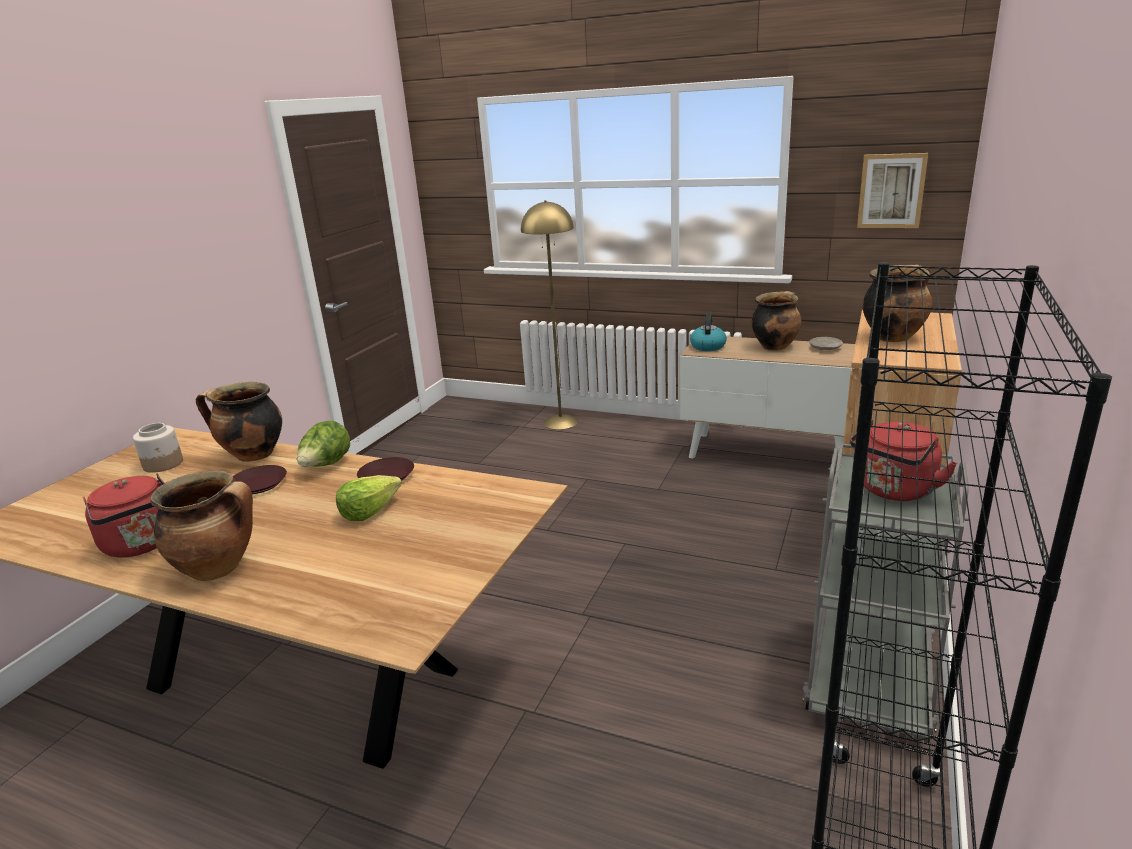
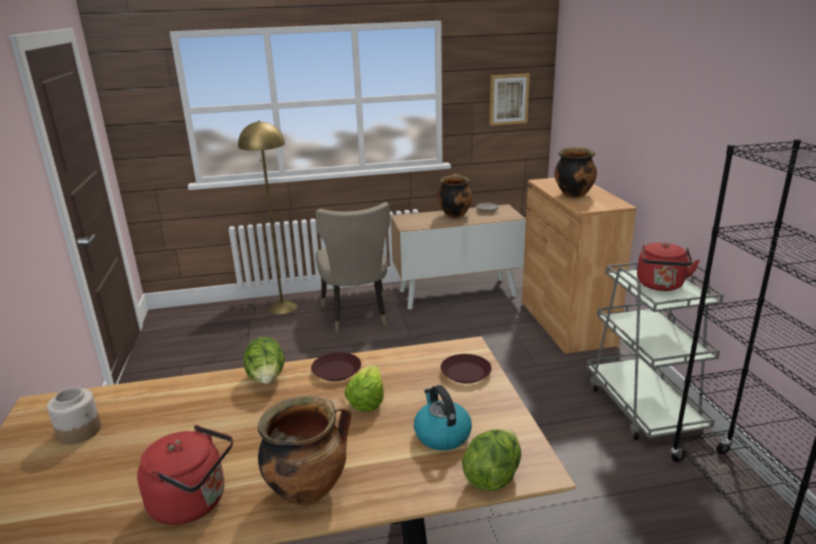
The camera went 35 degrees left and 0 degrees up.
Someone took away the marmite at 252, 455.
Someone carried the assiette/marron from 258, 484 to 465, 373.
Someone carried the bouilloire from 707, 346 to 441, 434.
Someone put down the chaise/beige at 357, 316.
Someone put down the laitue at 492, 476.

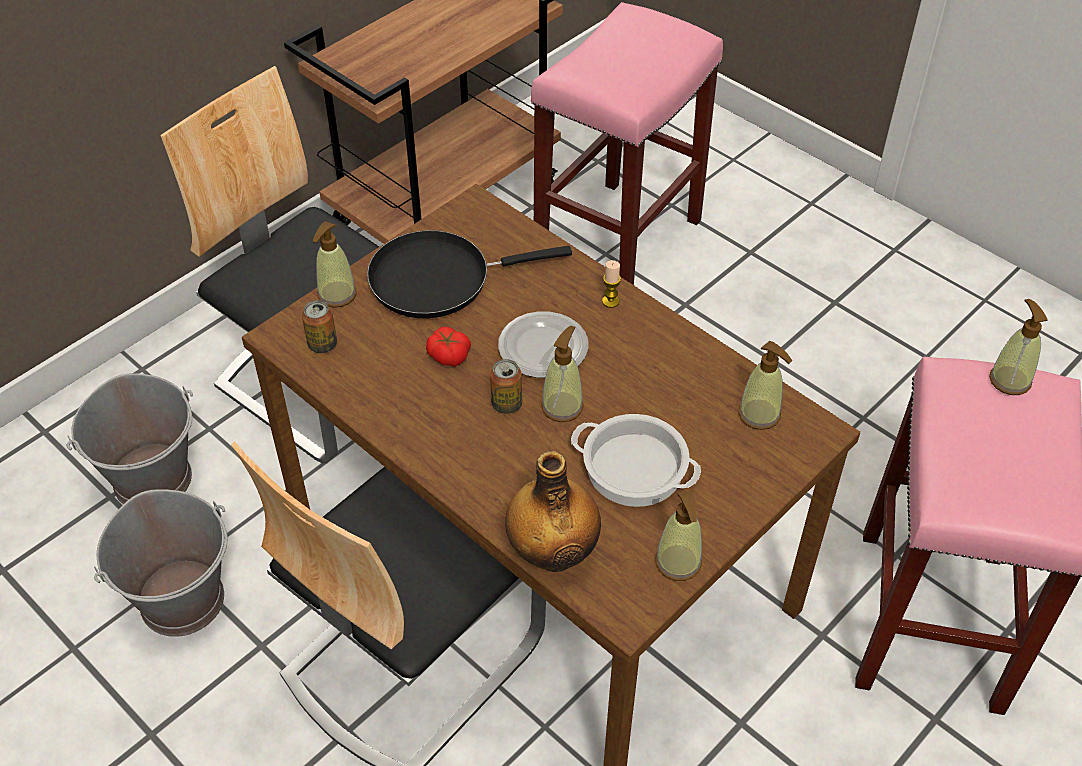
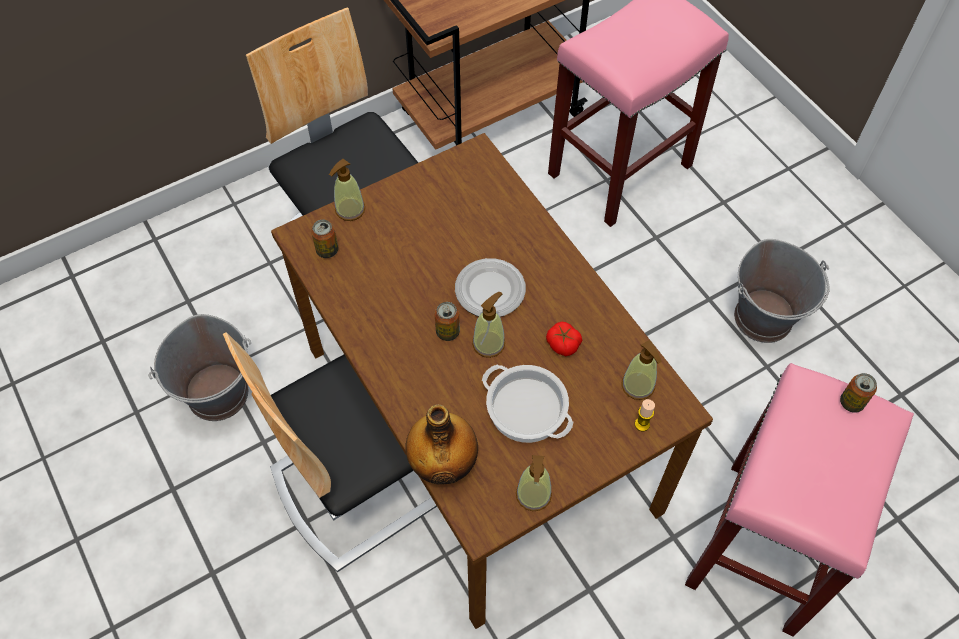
The camera went 15 degrees right and 10 degrees up.
Someone carried the seau/gris from 154, 479 to 764, 318.
Someone took away the poêle/noir at 438, 279.
Someone carried the tomate from 448, 355 to 563, 344.
Someone carried the bougie from 610, 301 to 642, 424.
Someone swapped the distributeur de savon at 1009, 380 for the boîte métallique at 851, 402.

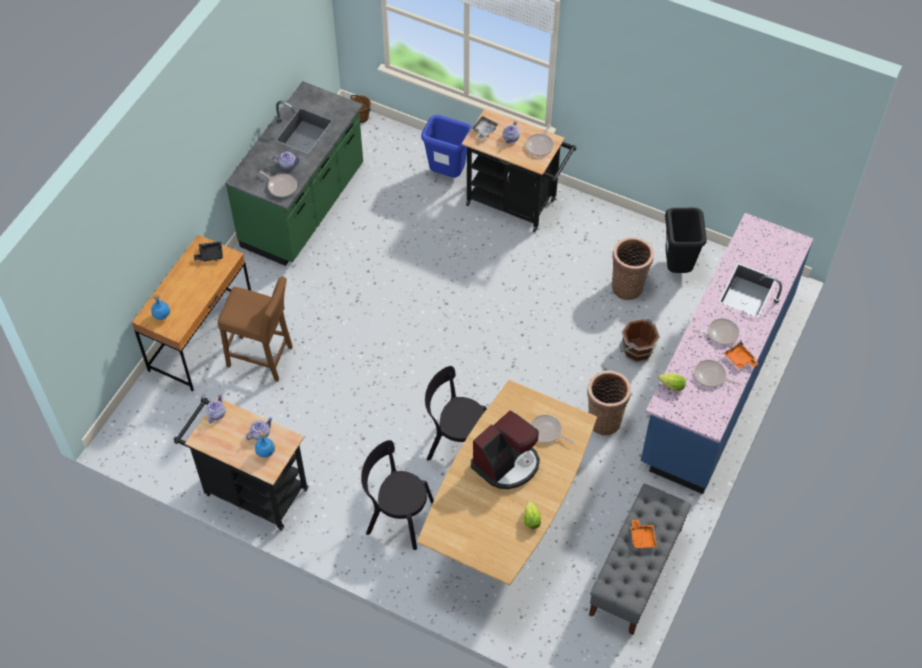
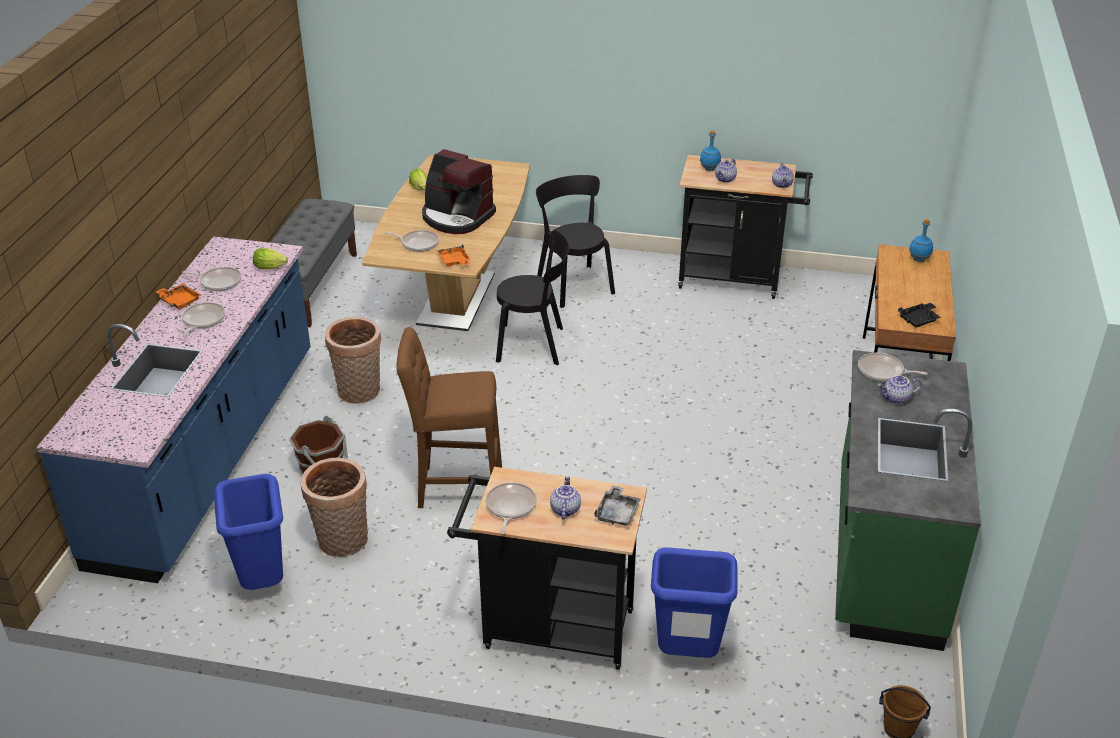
The camera went 165 degrees right and 20 degrees down.
Someone carried the tabouret/marron from 263, 358 to 455, 487.
Someone rotated the chaise/noir at 397, 517 by 120 degrees counterclockwise.
Someone rotated the machine à café at 507, 463 by 90 degrees counterclockwise.
Someone carried the plateau/orange from 642, 538 to 454, 261.
Someone repainted the poubelle/noir at 677, 267, which became the poubelle/bleu at 263, 583.
Someone rotated the poêle at 720, 333 by 120 degrees clockwise.

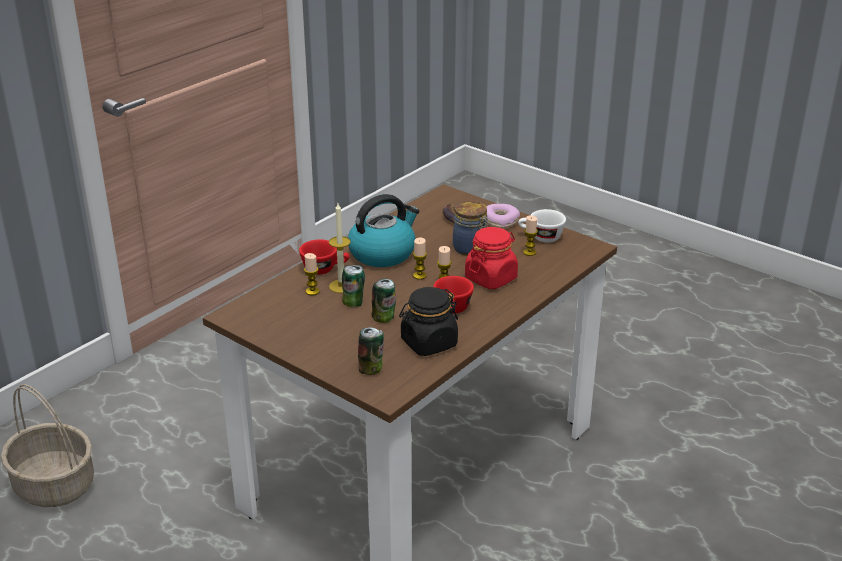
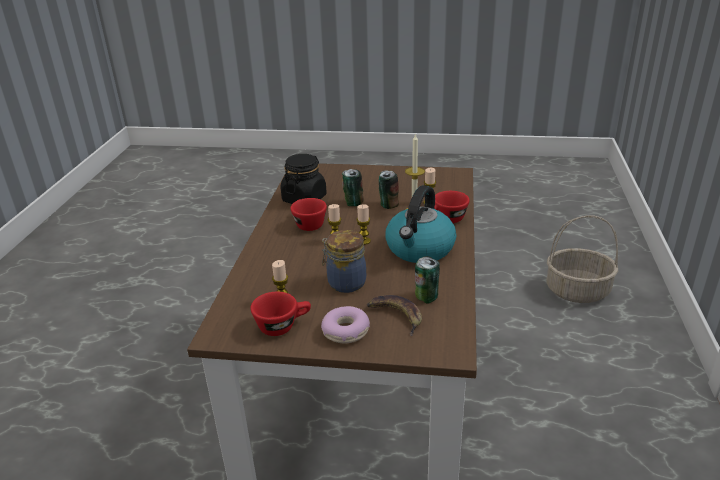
The camera went 150 degrees right and 0 degrees up.
Someone carried the boîte métallique from 371, 369 to 426, 297.
Someone took away the bocal/rouge at 491, 278.
Someone repainted the tasse/blanc at 541, 237, which became the tasse/rouge at 283, 325.

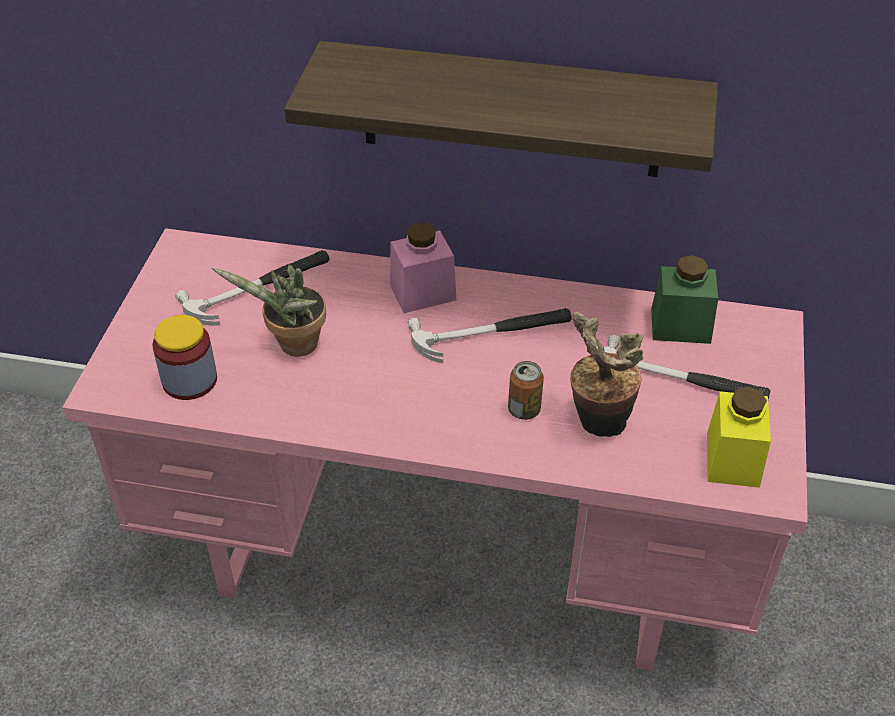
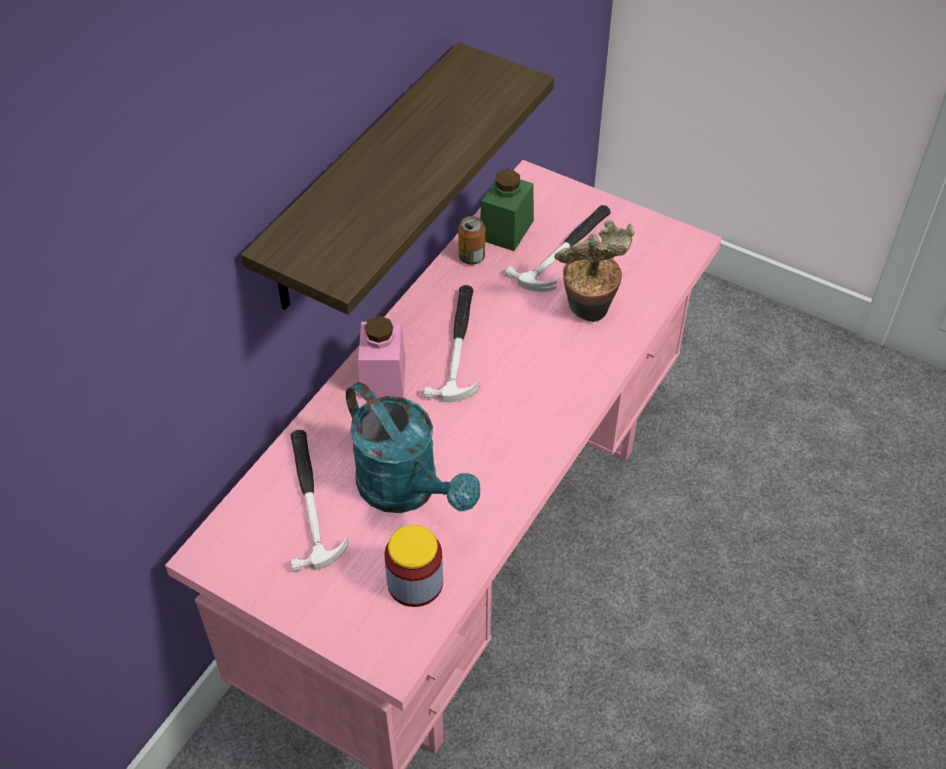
The camera went 70 degrees left and 5 degrees up.
Someone swapped the plante en pot at 293, 346 for the arrosoir/turquoise at 407, 490.
Someone carried the boîte métallique from 524, 410 to 471, 257.
Someone took away the bocal/jaune at 732, 459.

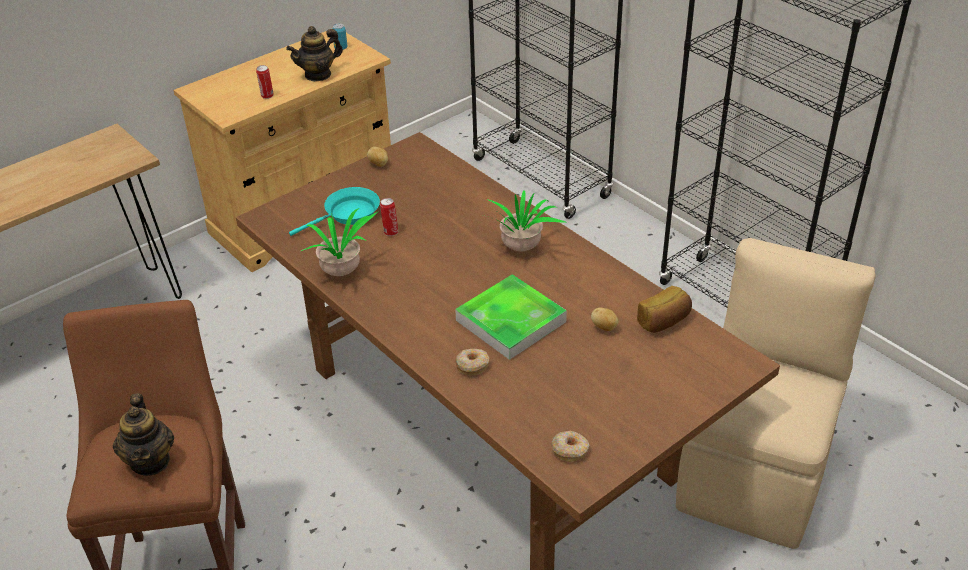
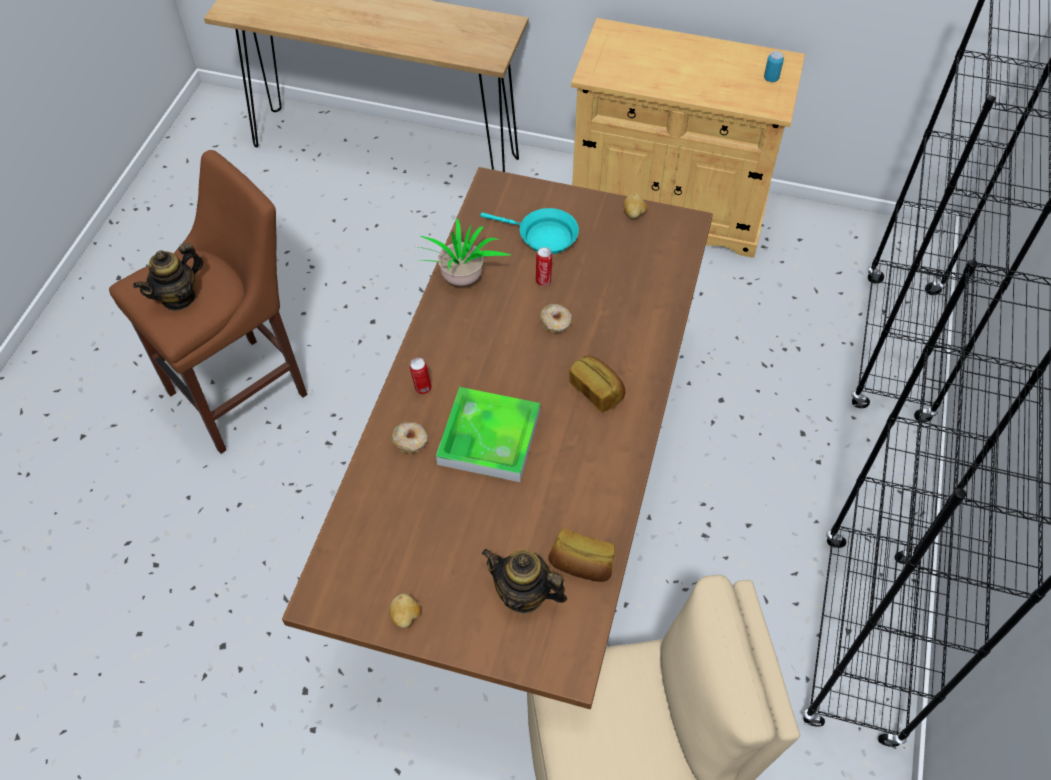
The camera went 55 degrees right and 15 degrees up.
Someone carried the boîte métallique from 267, 96 to 422, 388.
Someone carried the théière from 318, 74 to 523, 594.
Someone swapped the plante en pot at 520, 250 for the pain at 597, 390.
Someone carried the beignet from 570, 450 to 555, 322.
Someone carried the pomme de terre from 604, 327 to 405, 616.

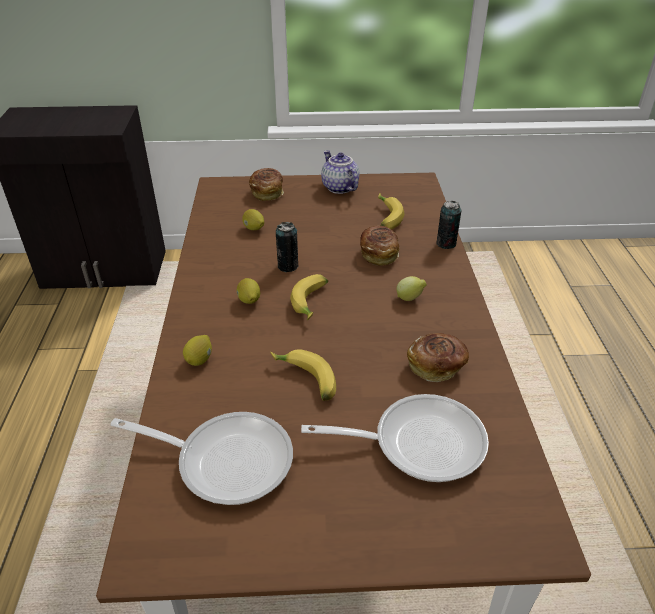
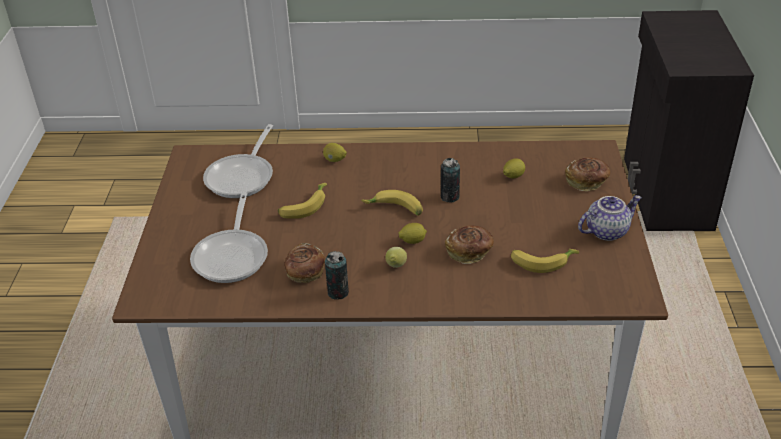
The camera went 95 degrees right and 0 degrees up.
Someone carried the citron from 249, 301 to 412, 241.
Someone carried the boîte métallique from 446, 244 to 338, 292.

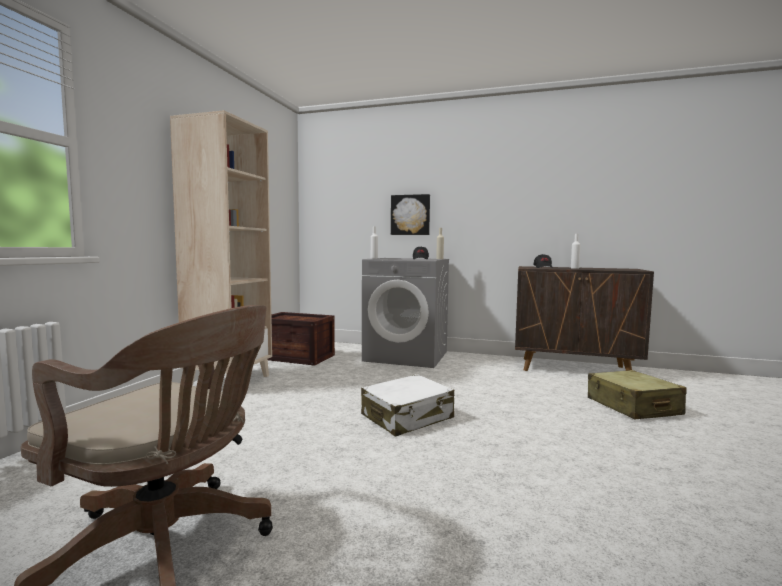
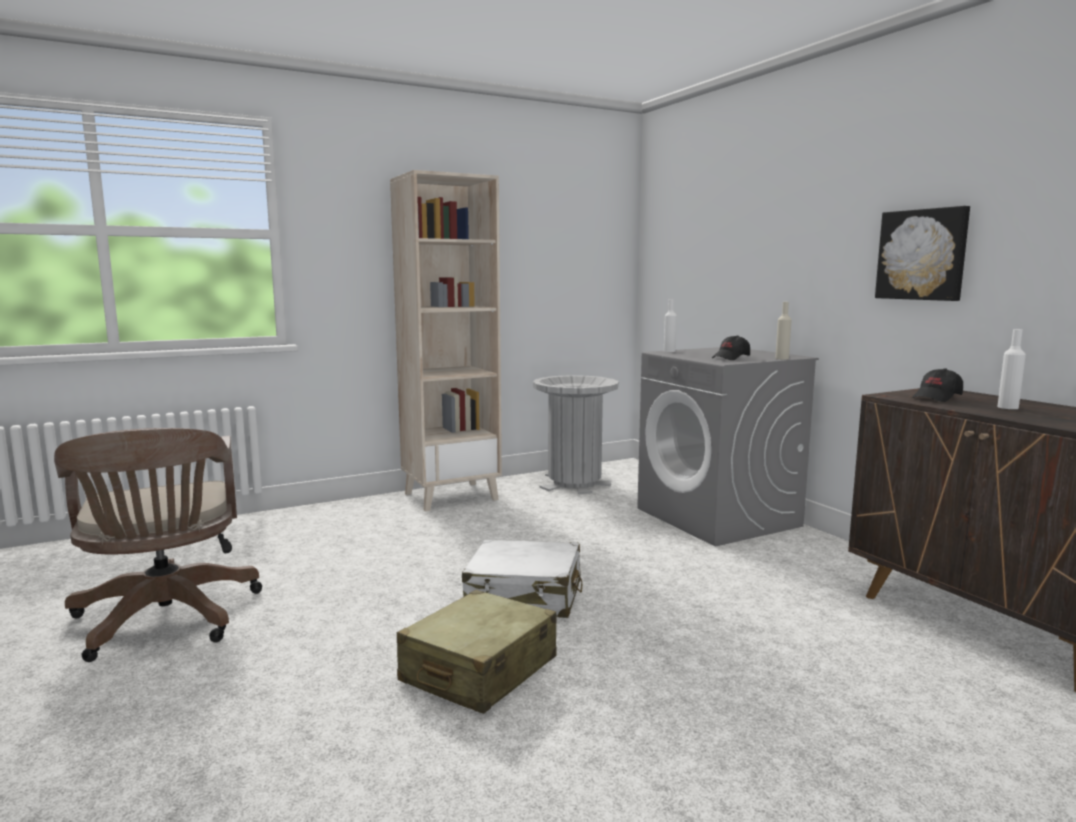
The camera went 45 degrees right and 5 degrees up.
Someone swapped the caisse at 296, 357 for the poubelle/gris at 574, 482.
Someone carried the tableau from 410, 215 to 922, 255.
Someone carried the valise/beige from 633, 407 to 479, 670.

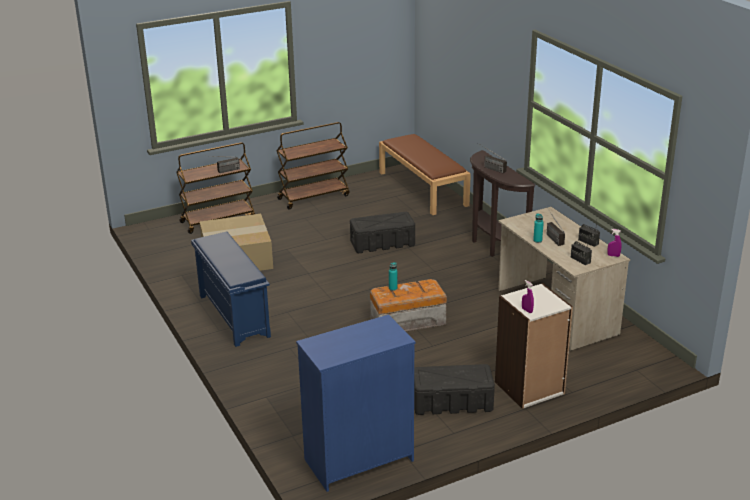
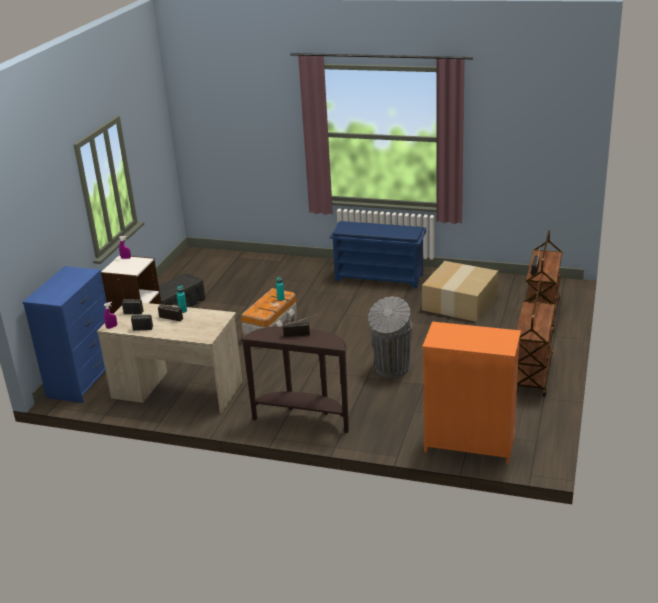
The camera went 135 degrees right and 0 degrees up.
Someone carried the commode/bleu from 358, 459 to 83, 380.
Someone swapped the boîte de rangement/noir at 383, 243 for the poubelle/gris at 391, 369.
Someone swapped the banc/marron at 423, 189 for the commode/orange at 469, 443.

